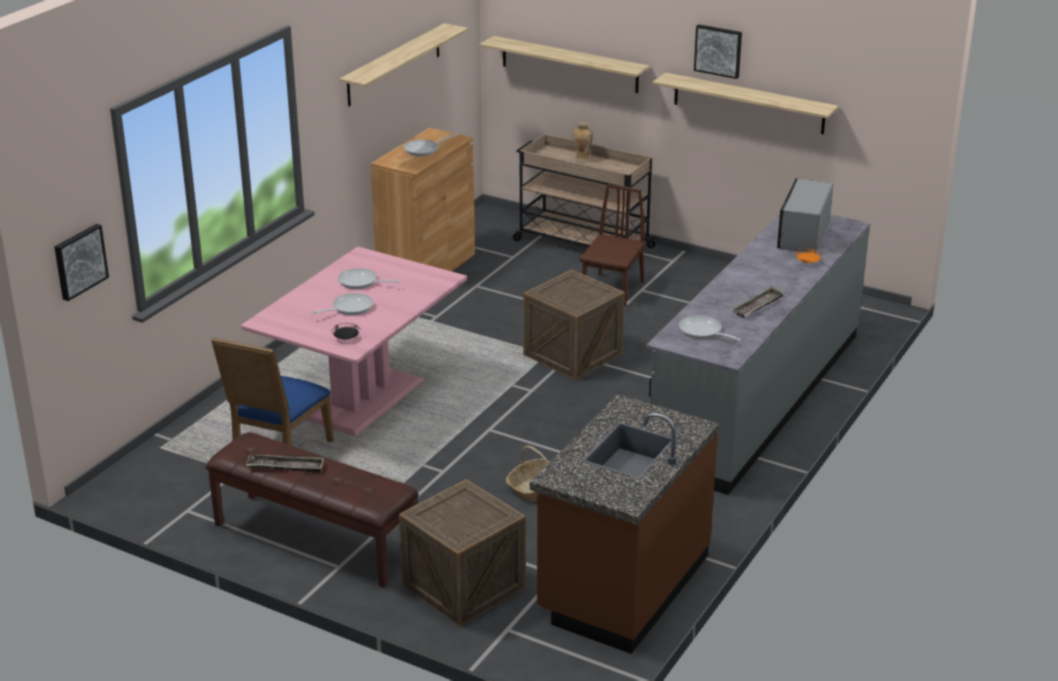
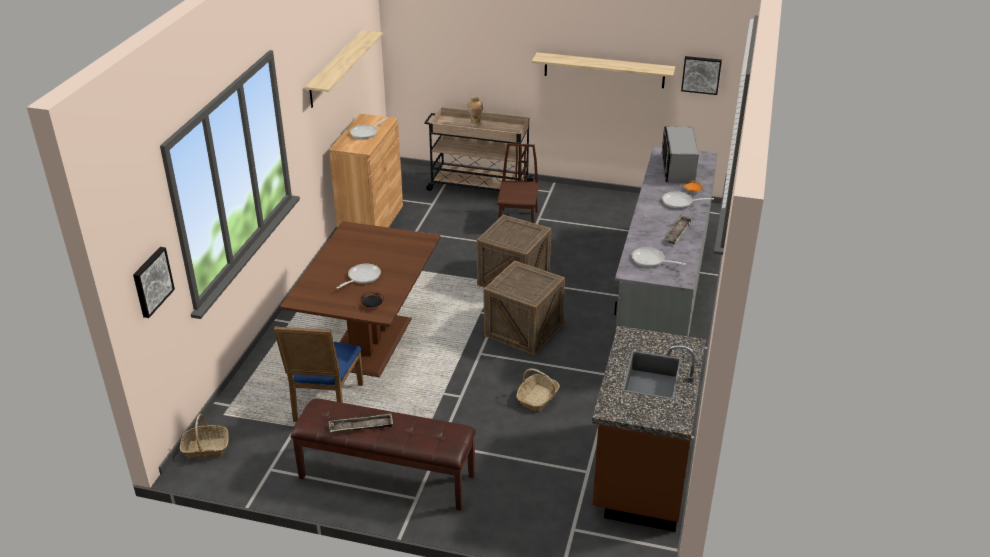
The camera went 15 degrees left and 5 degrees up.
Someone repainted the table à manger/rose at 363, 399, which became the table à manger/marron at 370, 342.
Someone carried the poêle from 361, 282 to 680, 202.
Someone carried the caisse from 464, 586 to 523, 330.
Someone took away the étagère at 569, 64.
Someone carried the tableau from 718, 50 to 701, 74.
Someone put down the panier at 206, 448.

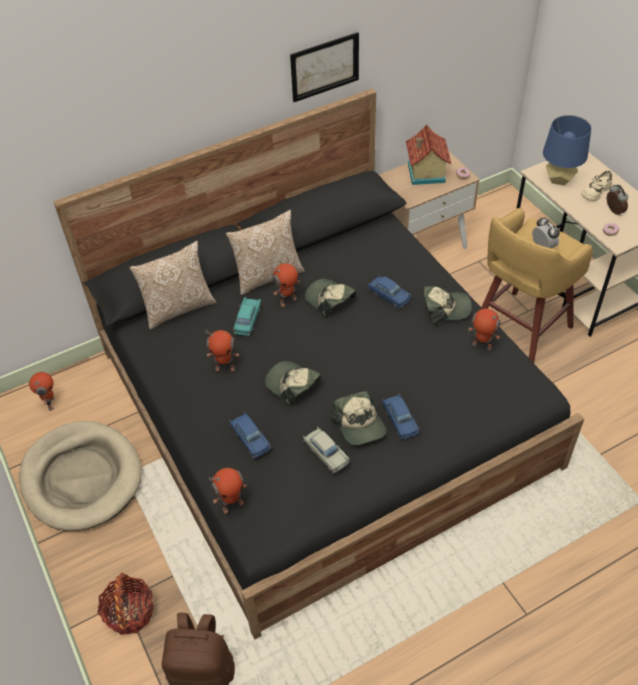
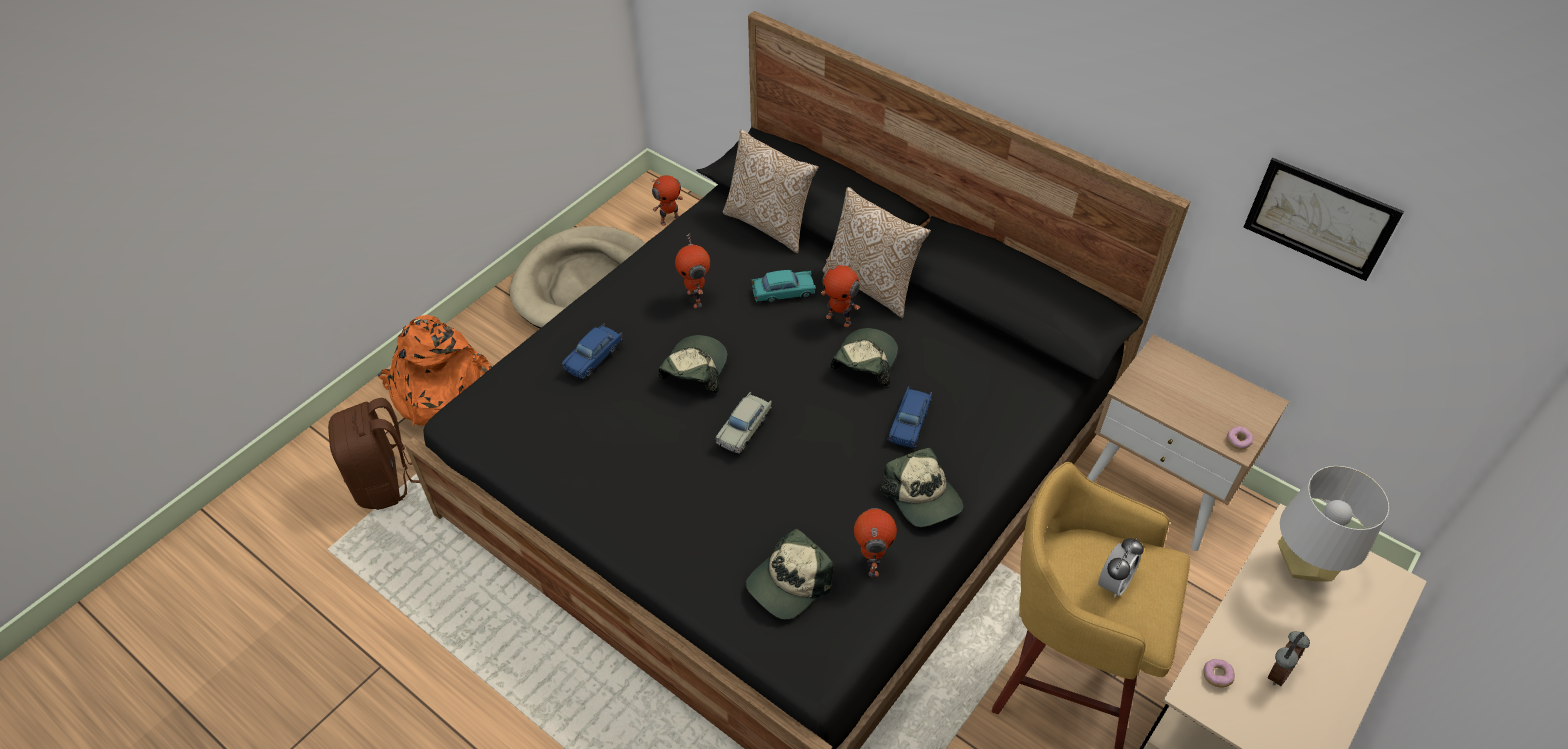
The camera went 65 degrees right and 0 degrees up.
Someone swapped the panier at 129, 612 for the sac à dos/orange at 437, 392.
Someone took away the robot jouet at 232, 505.
Someone carried the tableau from 325, 67 to 1320, 218.
Someone carried the petite voiture/beige from 326, 453 to 744, 428.
Someone carried the casquette from 360, 425 to 789, 583.
Someone took away the petite voiture/bleu at 400, 420.
Someone took away the maison miniature at 425, 173.
Someone repainted the lampe de table/bleu at 559, 179, which became the lampe de table/gris at 1302, 565.
Someone took away the chaussure/beige at 595, 191.

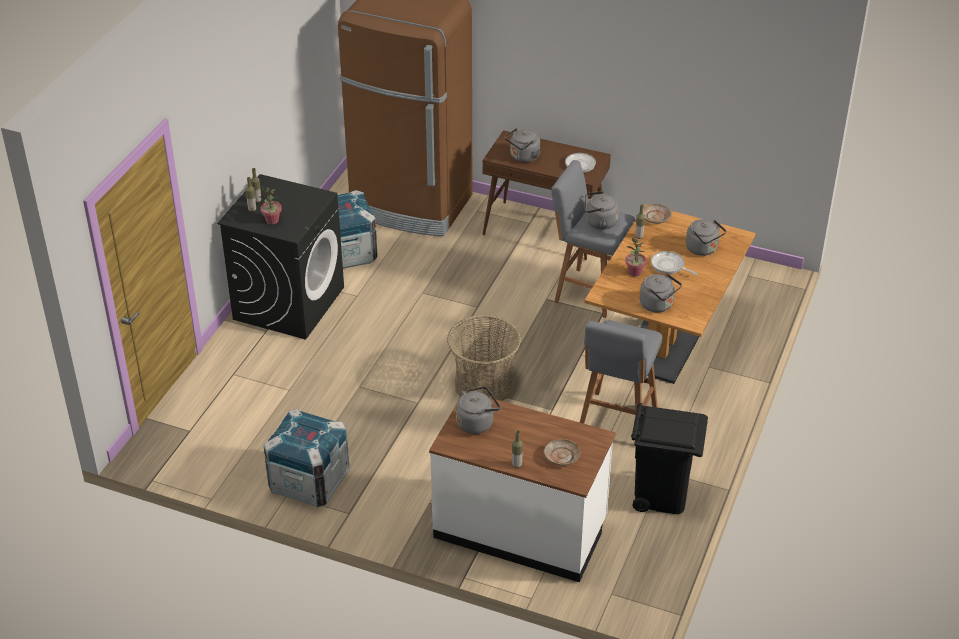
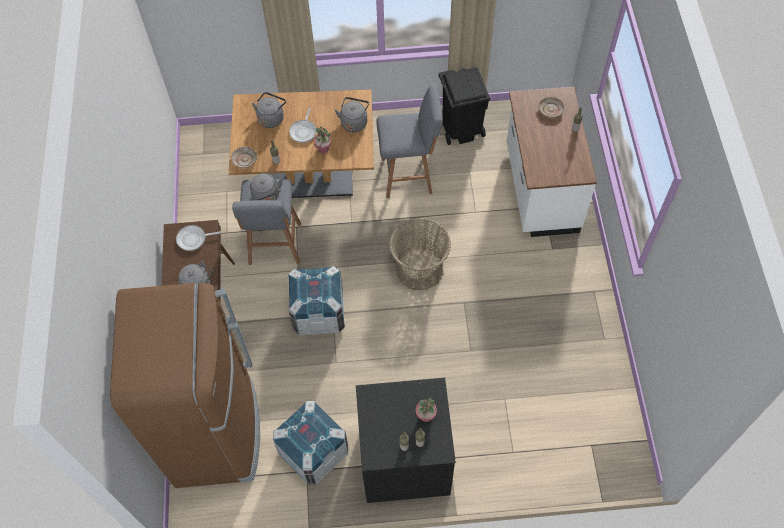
The camera went 115 degrees left and 20 degrees up.
Someone carried the caisse from 309, 482 to 319, 313.
Someone took away the bouilloire/gris at 477, 423.

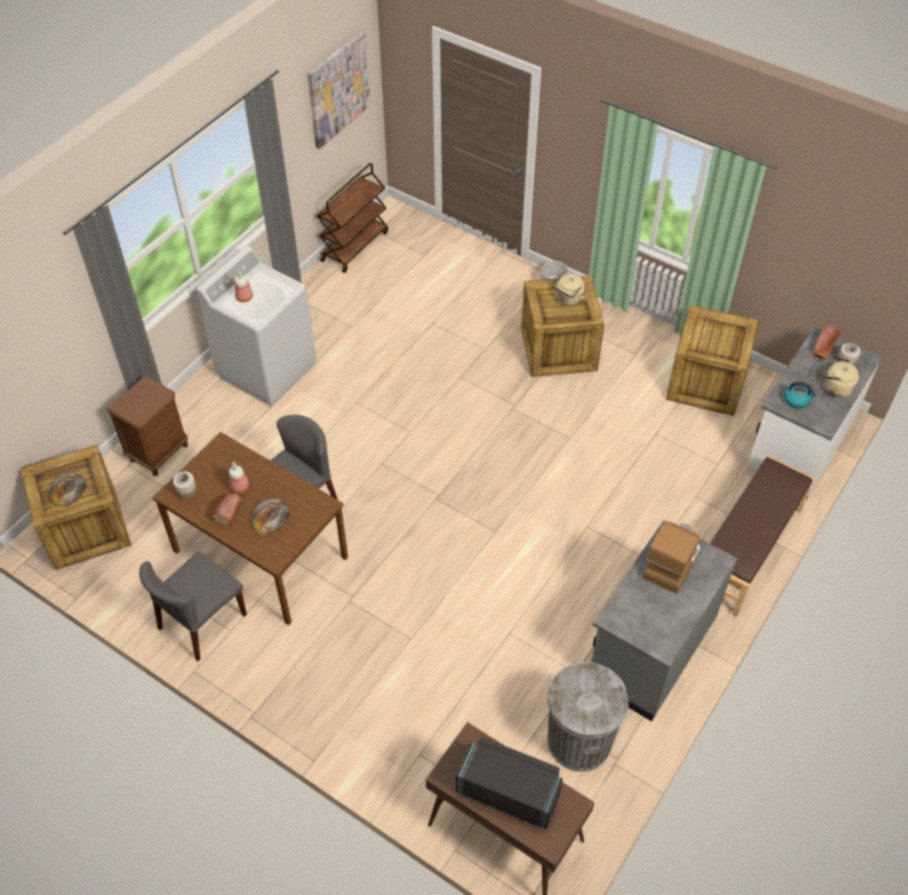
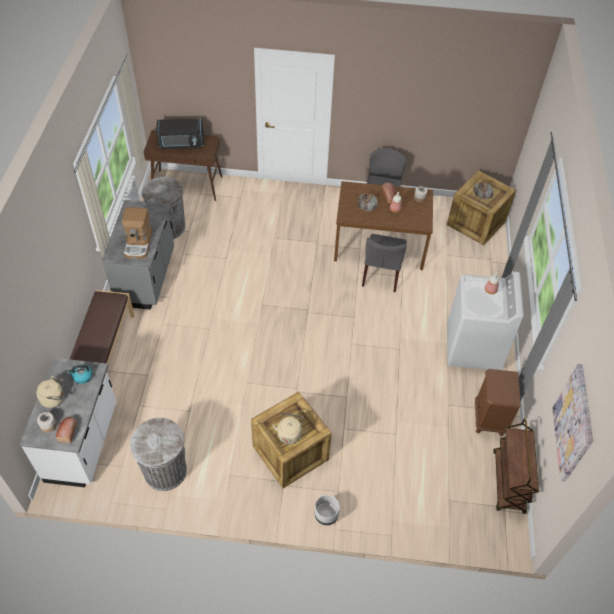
The camera went 150 degrees right and 0 degrees up.
Someone carried the table de chevet/marron from 159, 452 to 489, 419.
Someone swapped the caisse at 706, 384 for the poubelle/gris at 165, 471.

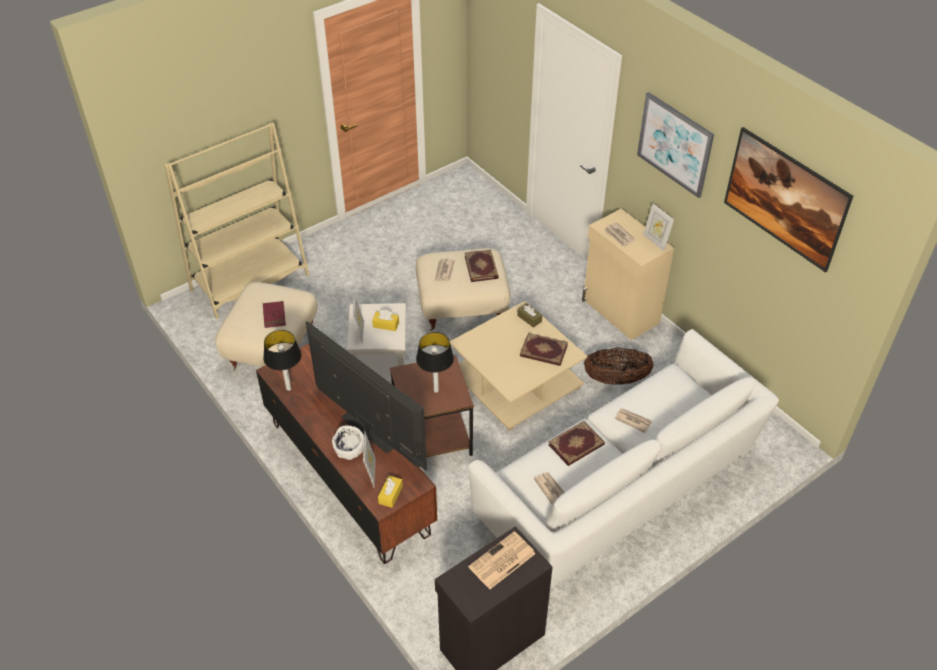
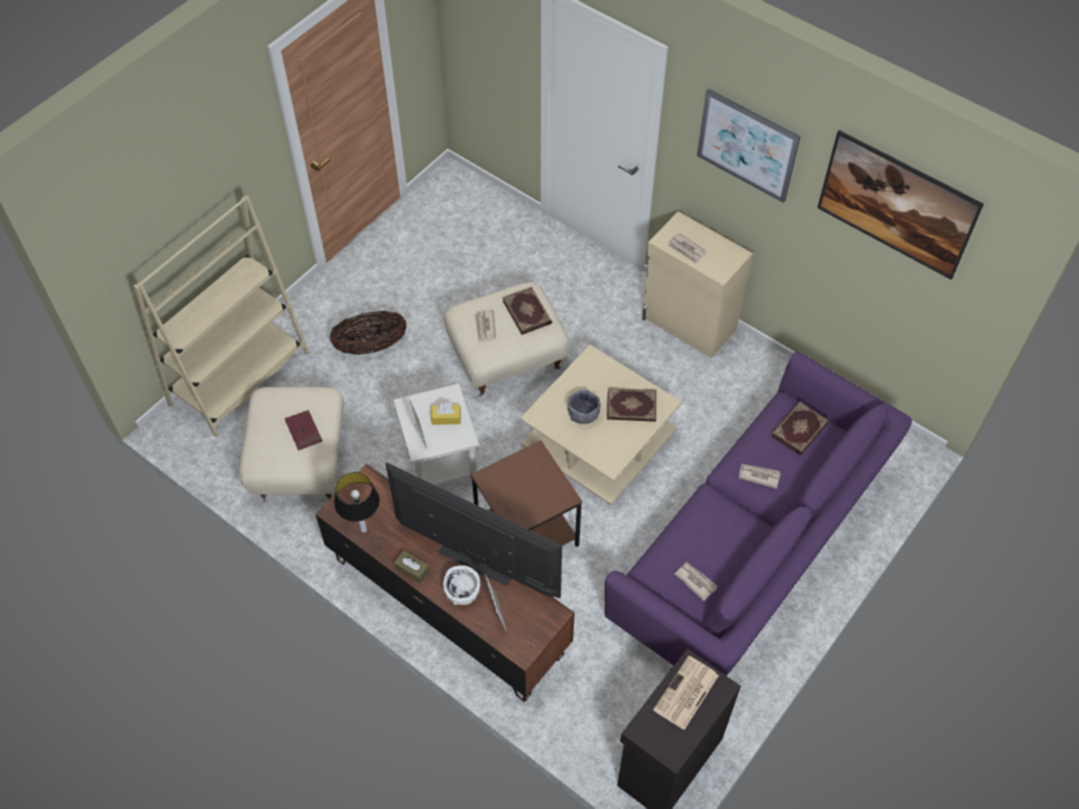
The camera went 15 degrees left and 10 degrees up.
Someone took away the boîte à mouchoirs/jaune at 390, 495.
Someone took away the lampe de table at 436, 391.
Someone repainted the canapé/blanc at 618, 490, which became the canapé/violet at 750, 549.
Someone carried the boîte à mouchoirs/marron from 529, 318 to 412, 569.
Someone carried the livre from 576, 445 to 800, 430.
Someone carried the panier from 616, 379 to 371, 346.
Someone took away the cadre photo at 655, 241.
Someone put down the bol/gris at 583, 413.

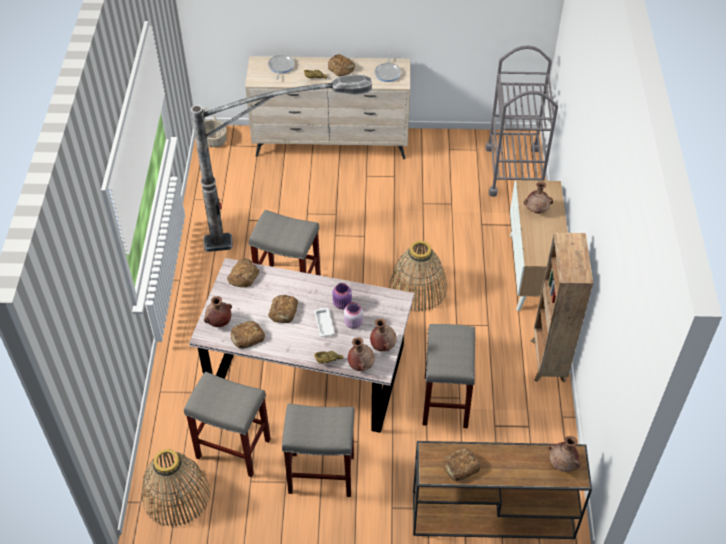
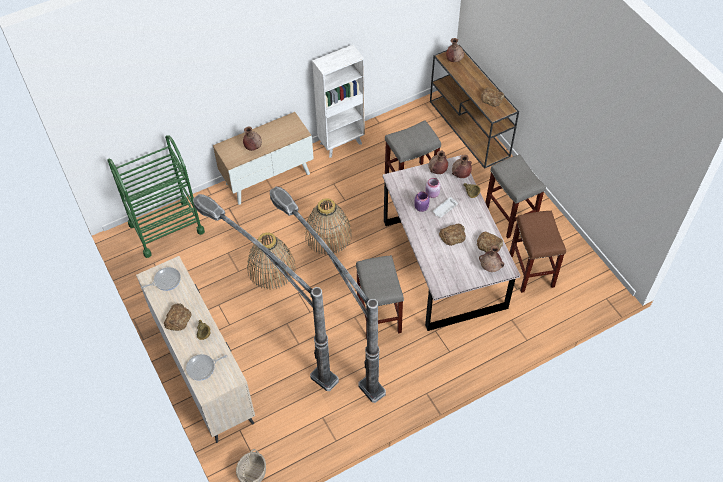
The camera went 120 degrees left and 5 degrees up.
Someone carried the panier from 176, 495 to 271, 269.
Someone repainted the tabouret/gris at 232, 448, which became the tabouret/marron at 532, 271.
Someone took away the pain at 243, 275.
Someone repainted the chariot/gris at 514, 171, which became the chariot/vert at 166, 228.
Someone repainted the bibliothèque/marron at 548, 361, which became the bibliothèque/blanc at 341, 143.
Someone put down the lampadaire at 276, 342.

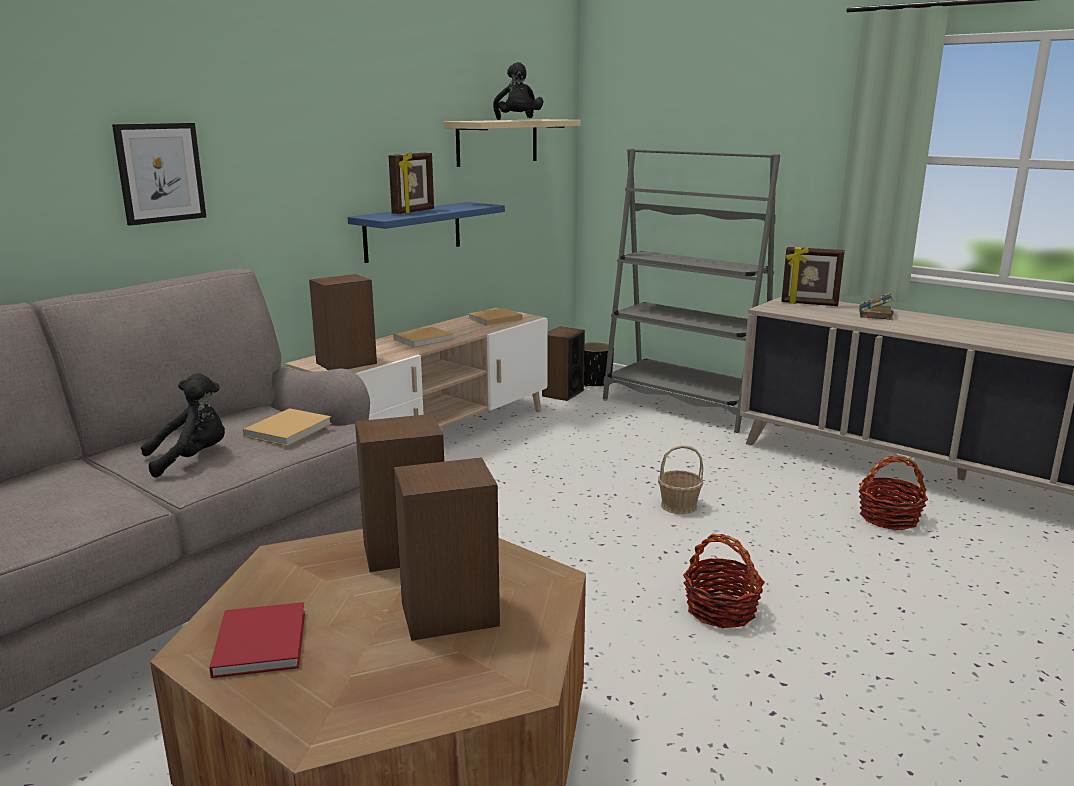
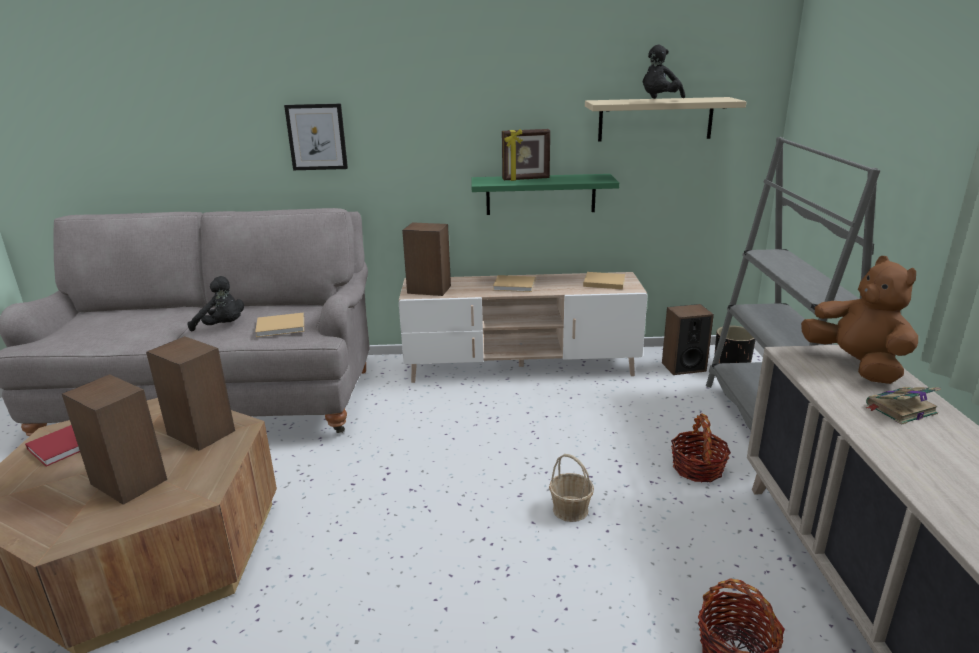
The camera went 50 degrees right and 5 degrees up.
Someone repainted the étagère/bleu at 413, 231, which became the étagère/vert at 540, 194.
Someone carried the panier from 721, 610 to 697, 468.
Someone swapped the cadre photo at 809, 304 for the peluche/marron at 855, 365.

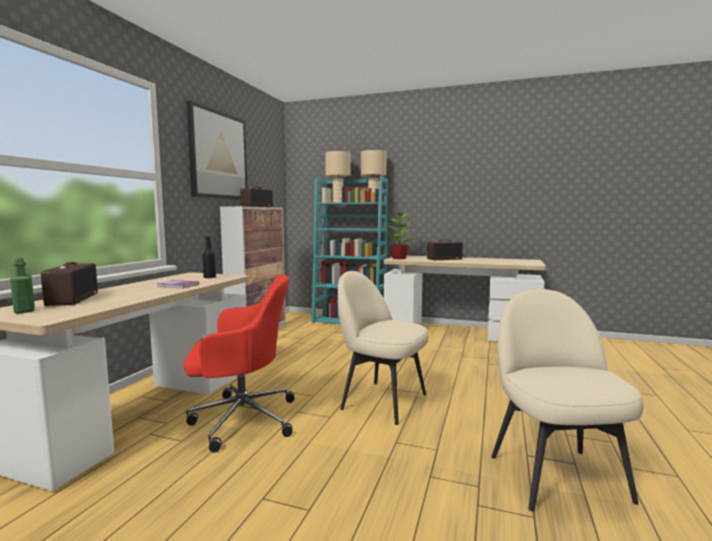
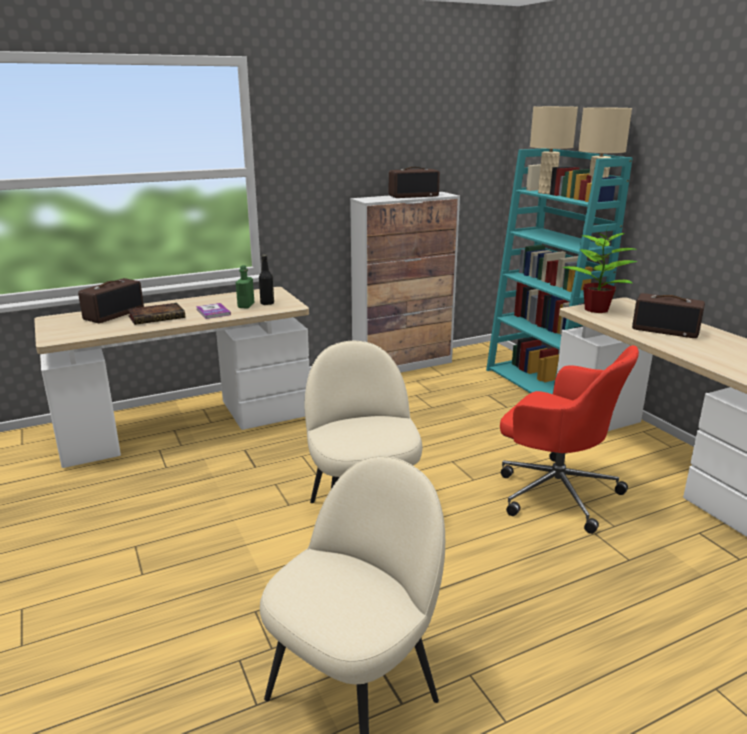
The camera went 45 degrees right and 15 degrees up.
Someone carried the bouteille/vert from 24, 310 to 246, 305.
Someone carried the chaise de bureau/rouge from 241, 419 to 554, 491.
Someone took away the tableau at 218, 155.
Someone put down the livre at 158, 317.

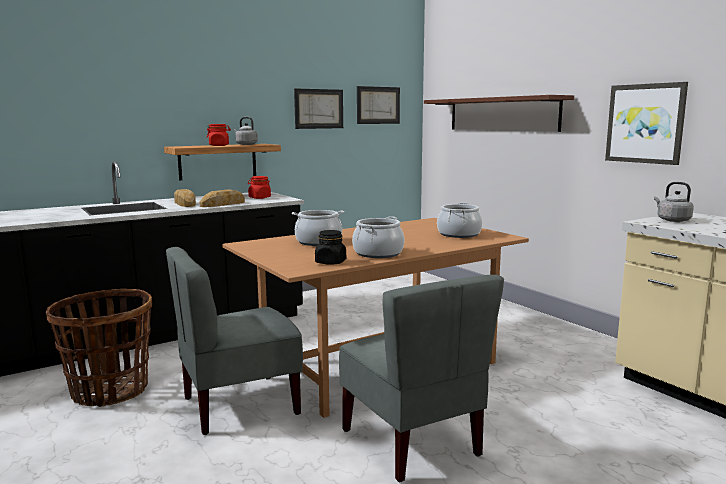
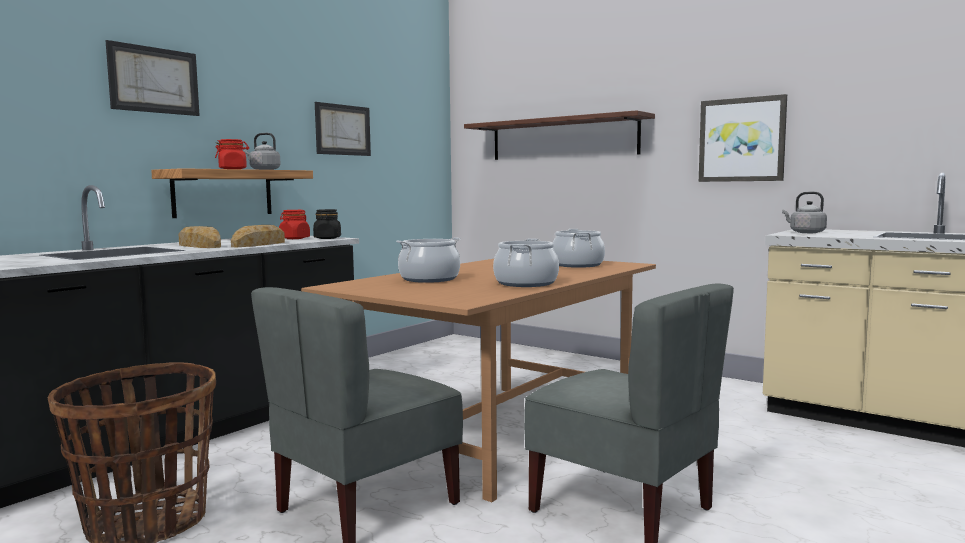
The camera went 20 degrees left and 5 degrees down.
Someone carried the bocal/noir from 330, 262 to 327, 238.
Someone carried the tableau from 378, 105 to 154, 80.

